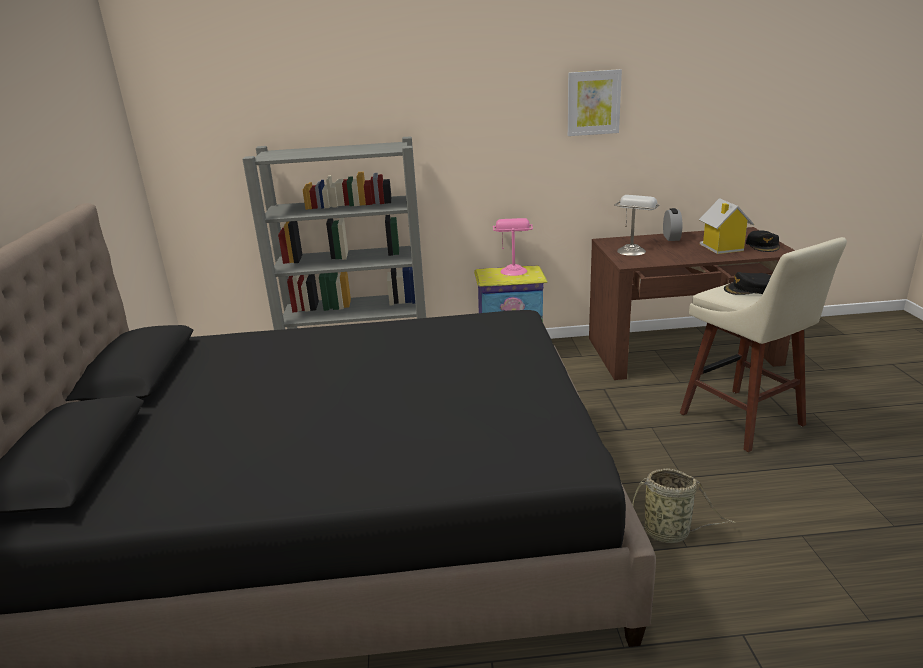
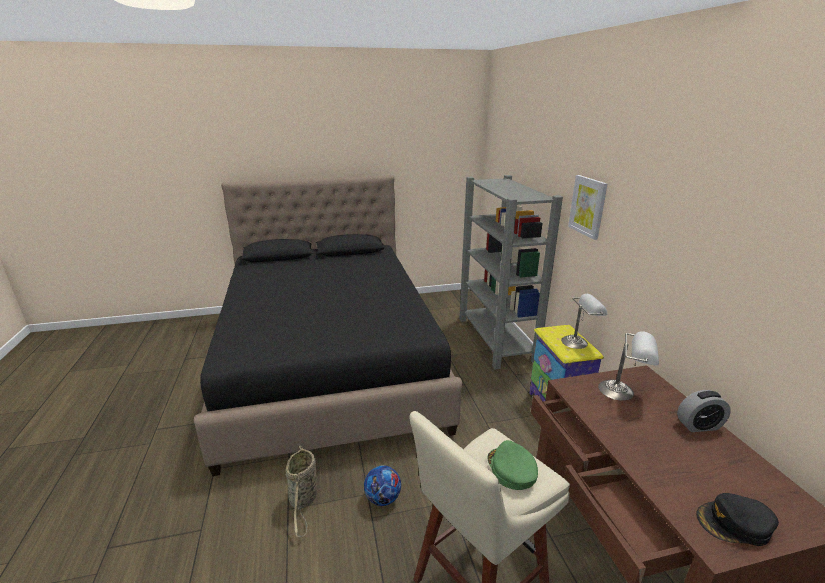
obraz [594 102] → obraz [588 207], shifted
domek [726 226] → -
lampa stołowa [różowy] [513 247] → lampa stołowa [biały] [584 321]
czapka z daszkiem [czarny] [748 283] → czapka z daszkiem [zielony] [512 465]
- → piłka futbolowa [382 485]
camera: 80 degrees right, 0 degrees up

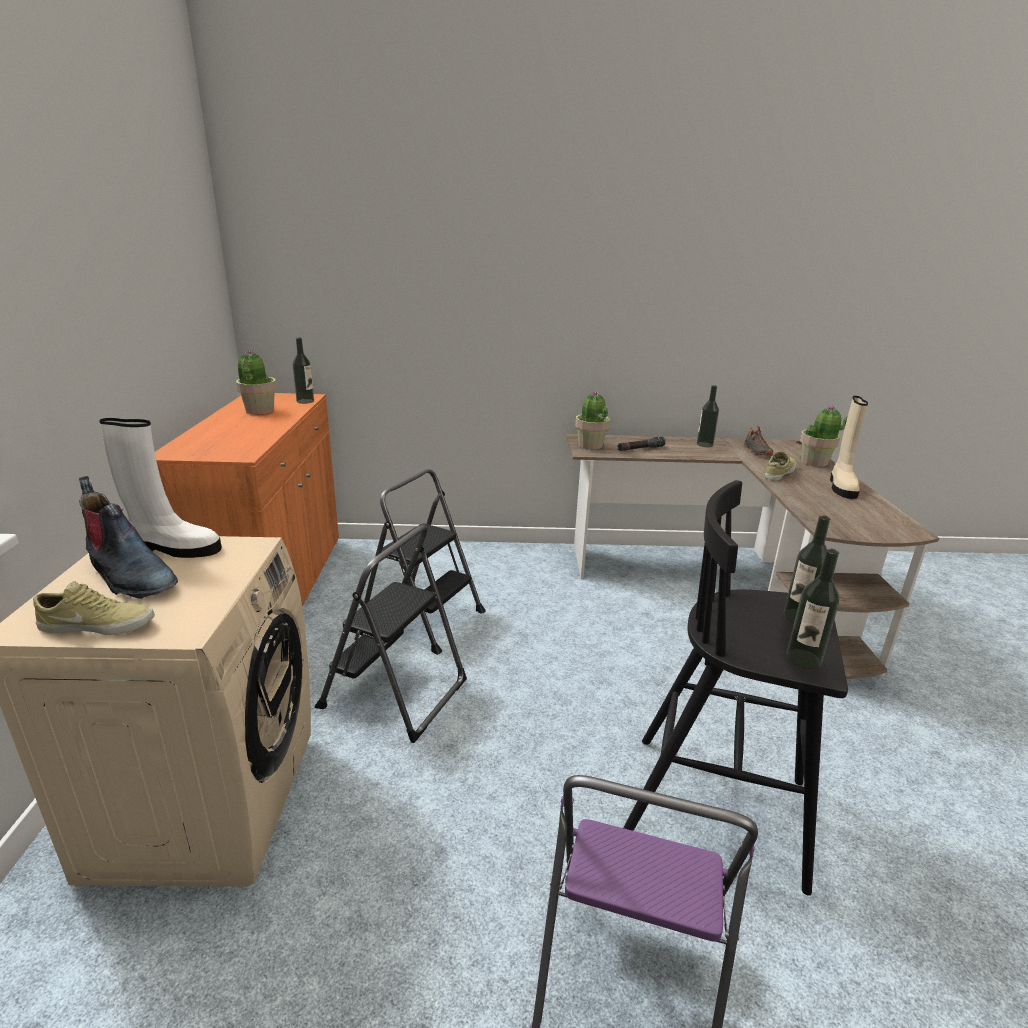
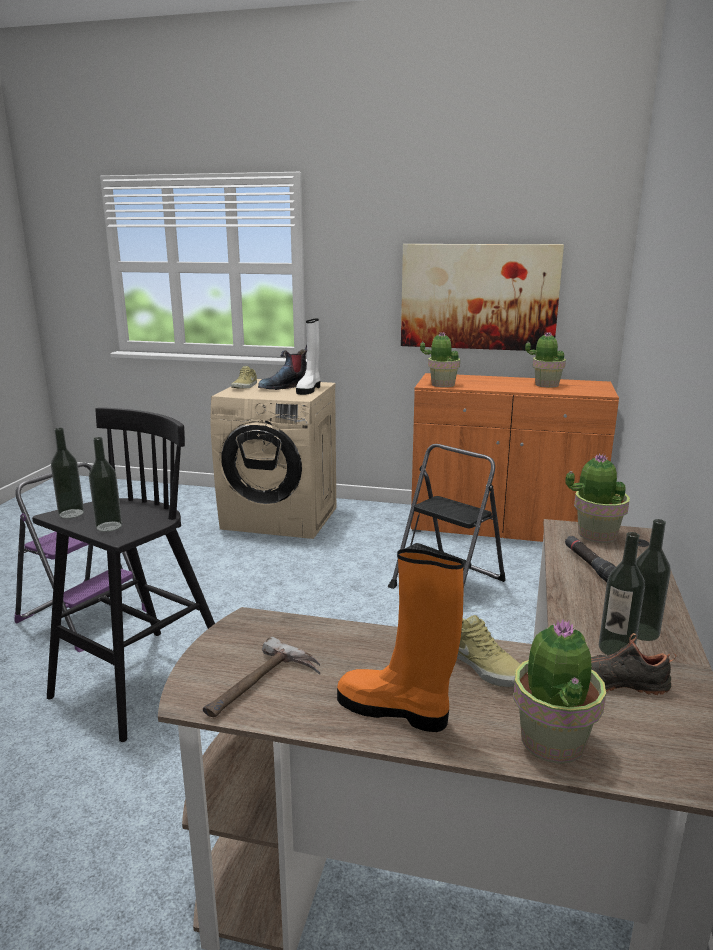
butelka [303 371] → butelka [622 593], shifted
but z cholewką [beżowy] [849 447] → but z cholewką [pomarańczowy] [400 640]
drabinka [czarny] [391 634] → -
- → obraz [482 297]
- → roślina doniczkowa [440 359]
- → młotek [261 677]
camera: 105 degrees right, 5 degrees down

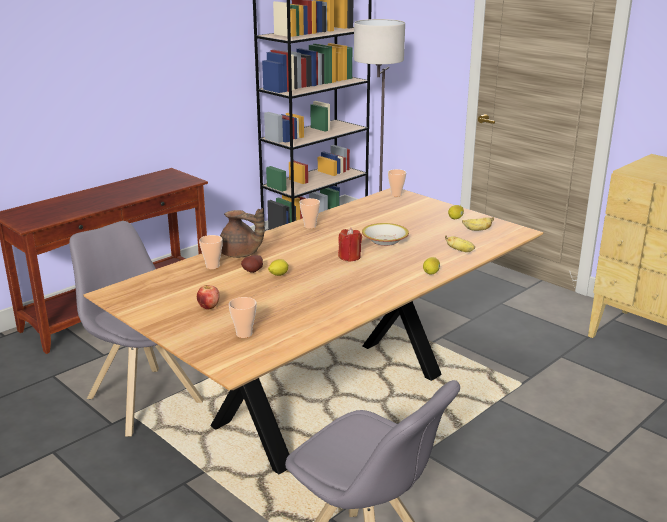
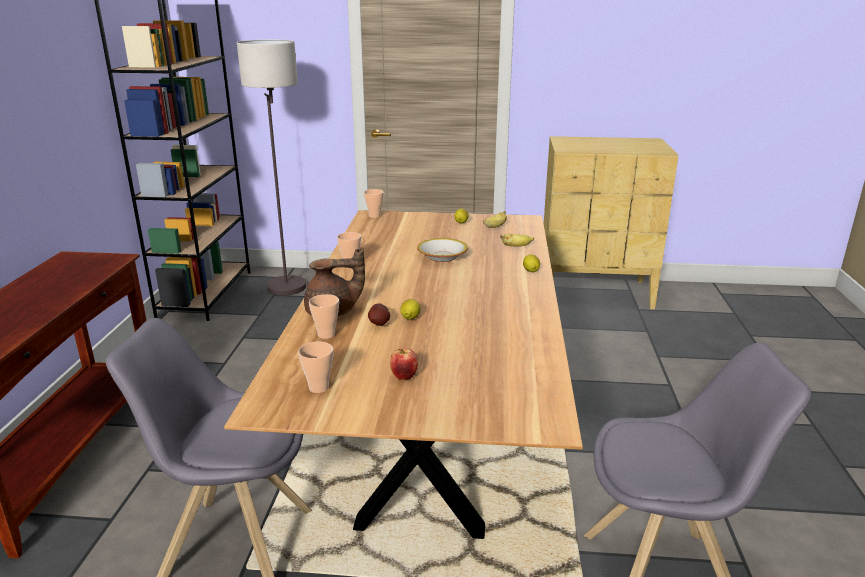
świeca [czerwony] [350 245] → -
filiżanka [242 317] → filiżanka [315 367], shifted
camera: 40 degrees left, 0 degrees up

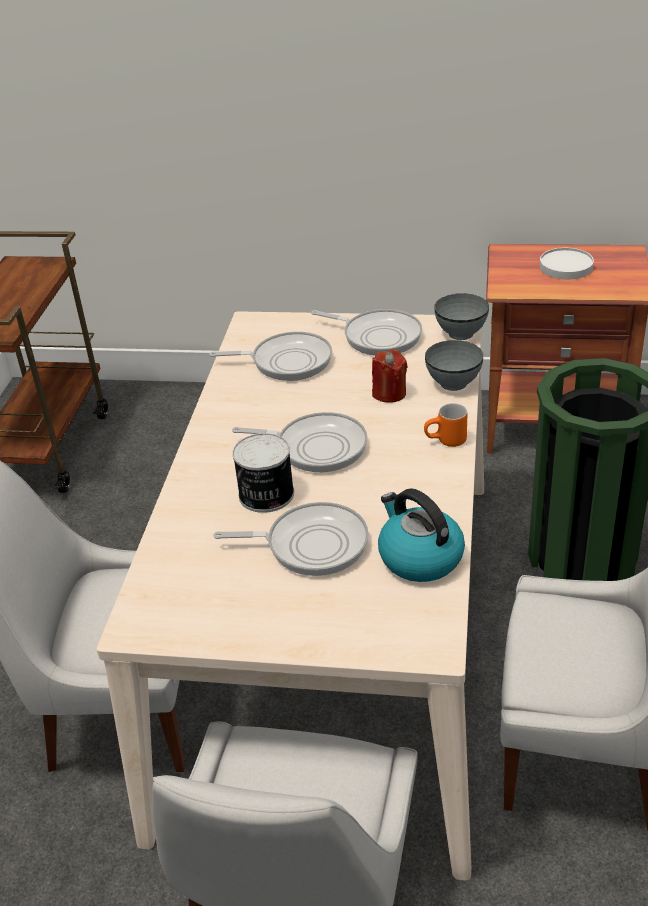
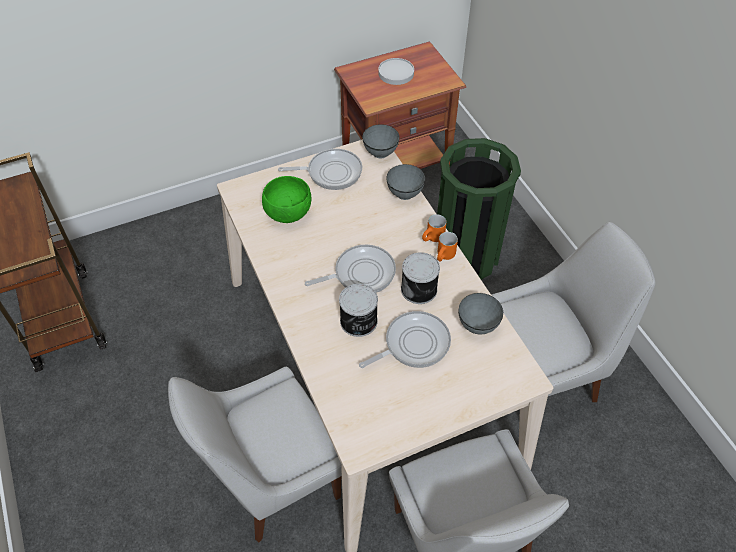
patelnia [270 356] → miska [zielony] [286 199]
świeca [czerwony] [390 376] → -
czajnik [421 535] → miska [szary] [480 314]
- → kubek [pomarańczowy] [447 246]
- → puszka [420 278]
camera: 35 degrees left, 15 degrees up

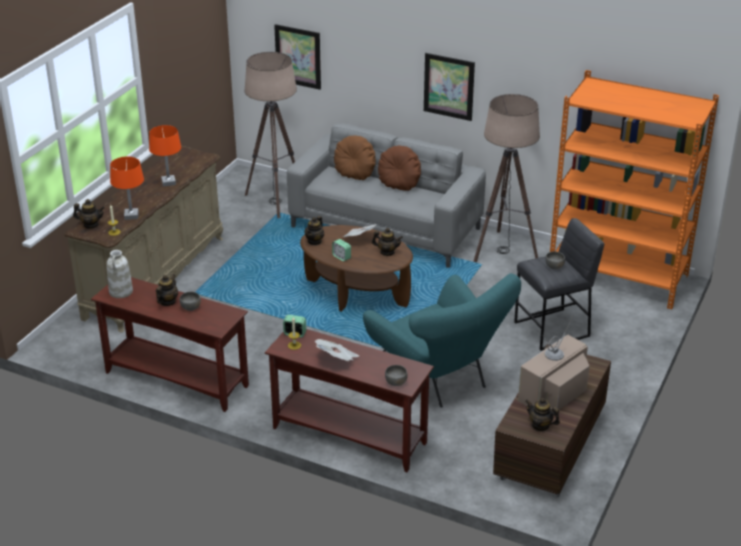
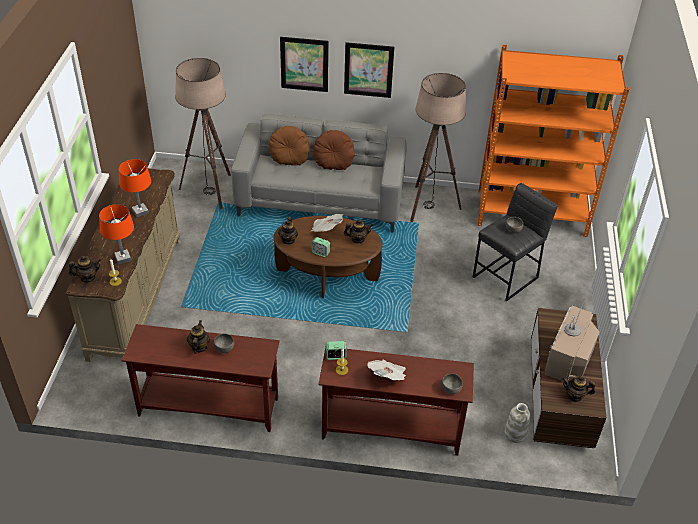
obraz [297 57] → obraz [304 64], shifted
wazon [biały] [120 274] → wazon [biały] [517 423], shifted
fotel [turkusowy] [442 340] → -
camera: 20 degrees left, 10 degrees up

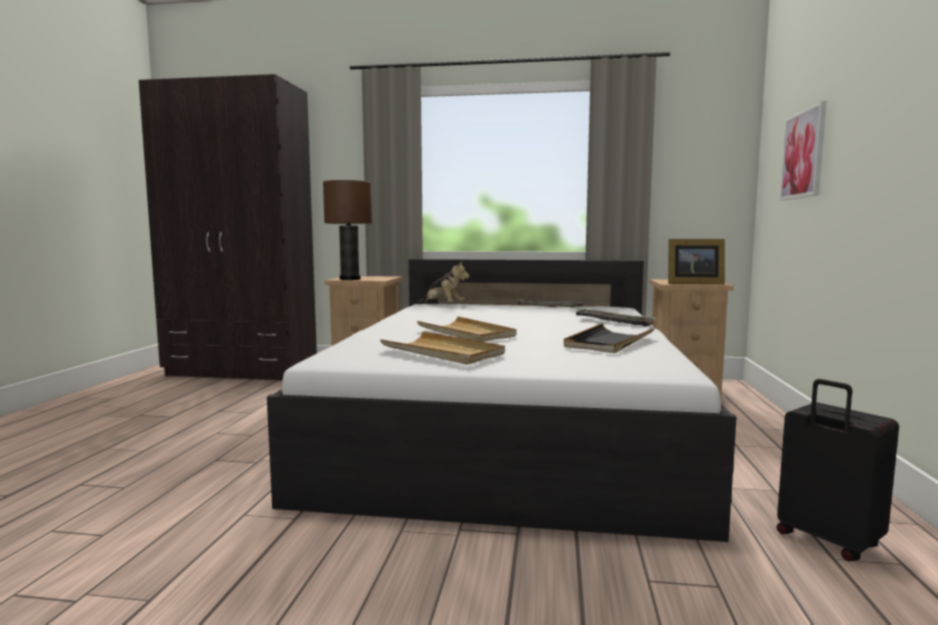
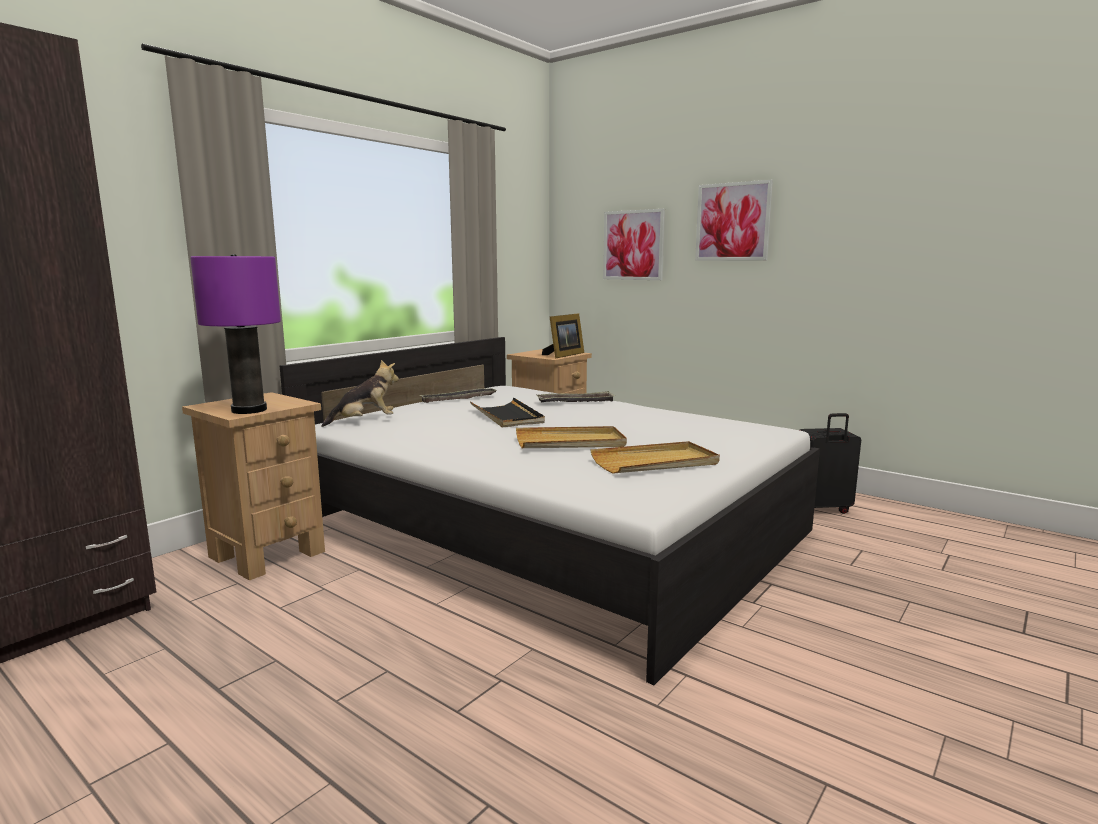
lampa stołowa [brązowy] [347 230] → lampa stołowa [fioletowy] [235 334]
taca [czarny] [609 338] → taca [czarny] [507 412], shifted
- → obraz [734 220]
camera: 60 degrees left, 5 degrees up

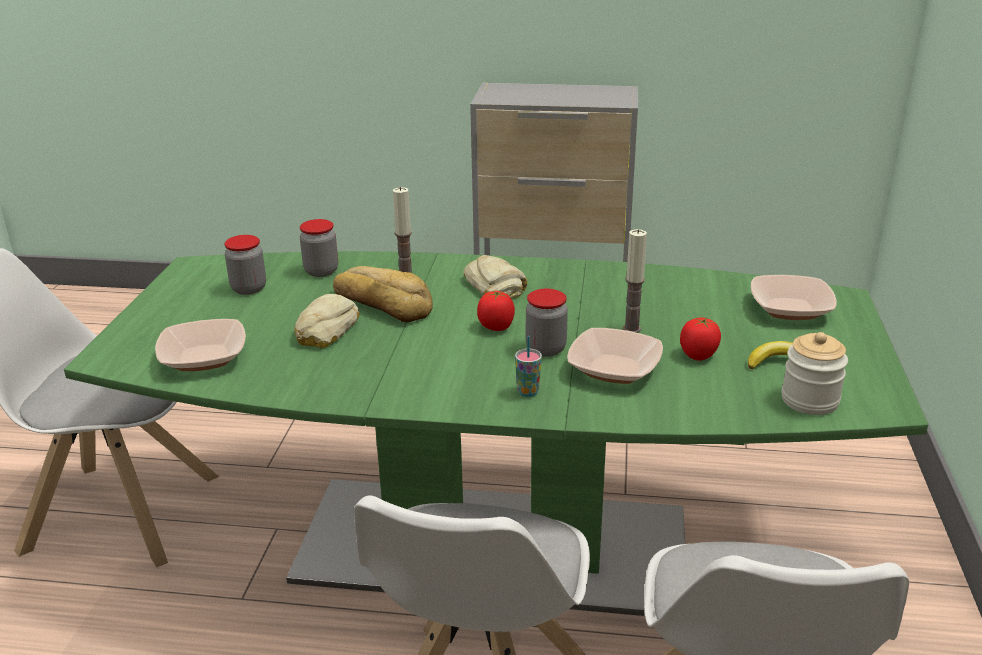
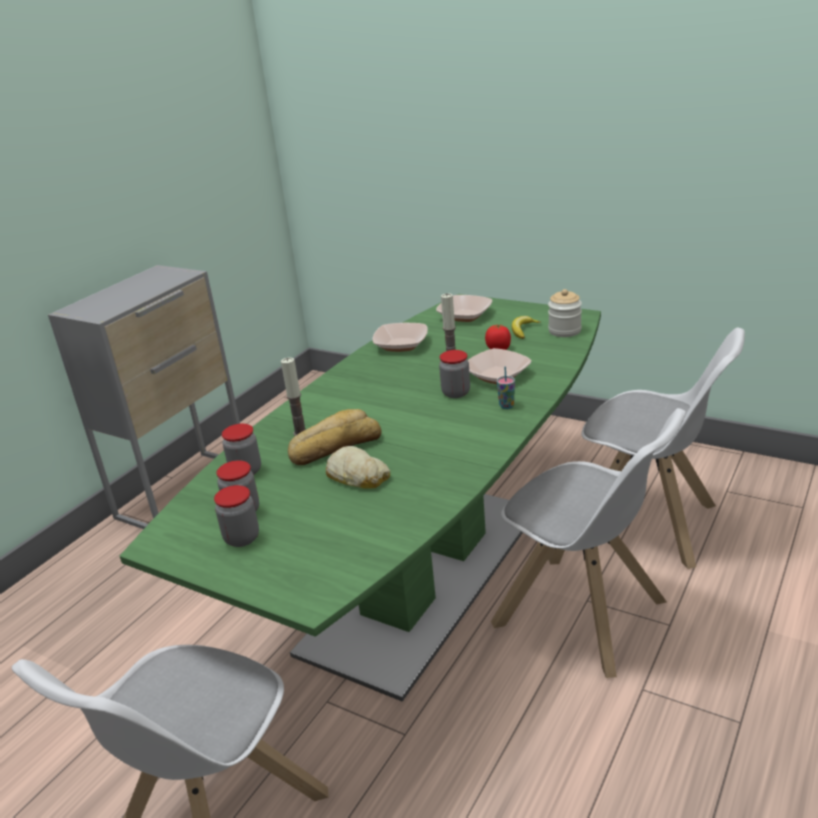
chleb [495 277] → -
pomidor [496 311] → -
miska [200 345] → miska [400 337], shifted
- → słoik [236 516]
camera: 65 degrees left, 0 degrees up

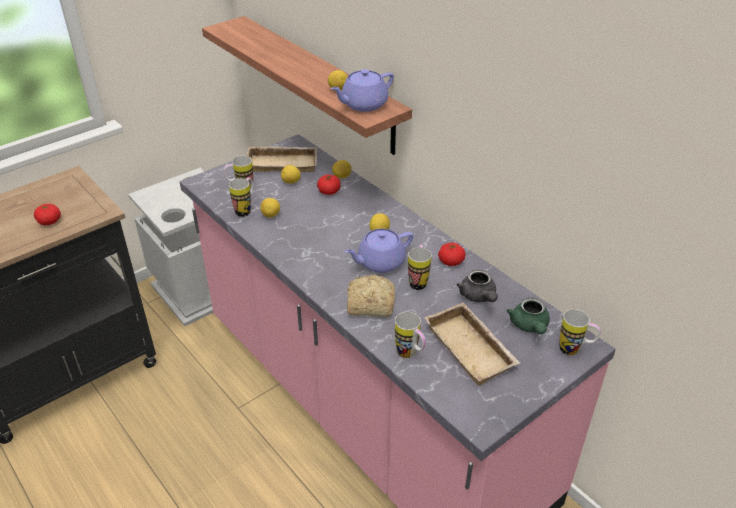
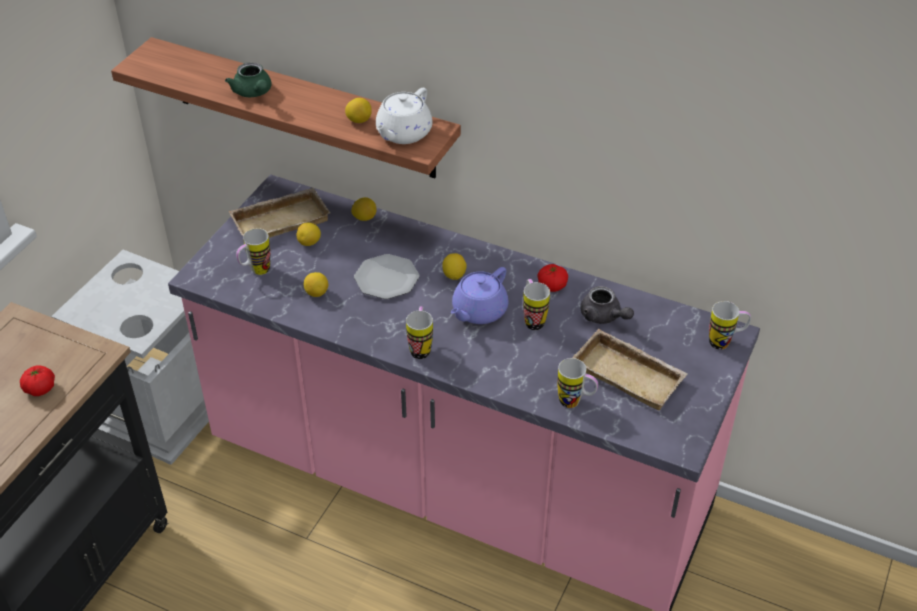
imbryk [fioletowy] [362 90] → imbryk [biały] [404 116]
pomidor [328 184] → -
kubek [241 197] → kubek [419 332], shifted
chleb [371 295] → -
imbryk [zielony] [528 315] → imbryk [zielony] [248 79], shifted
- → talerz [386 276]
camera: 25 degrees left, 5 degrees up

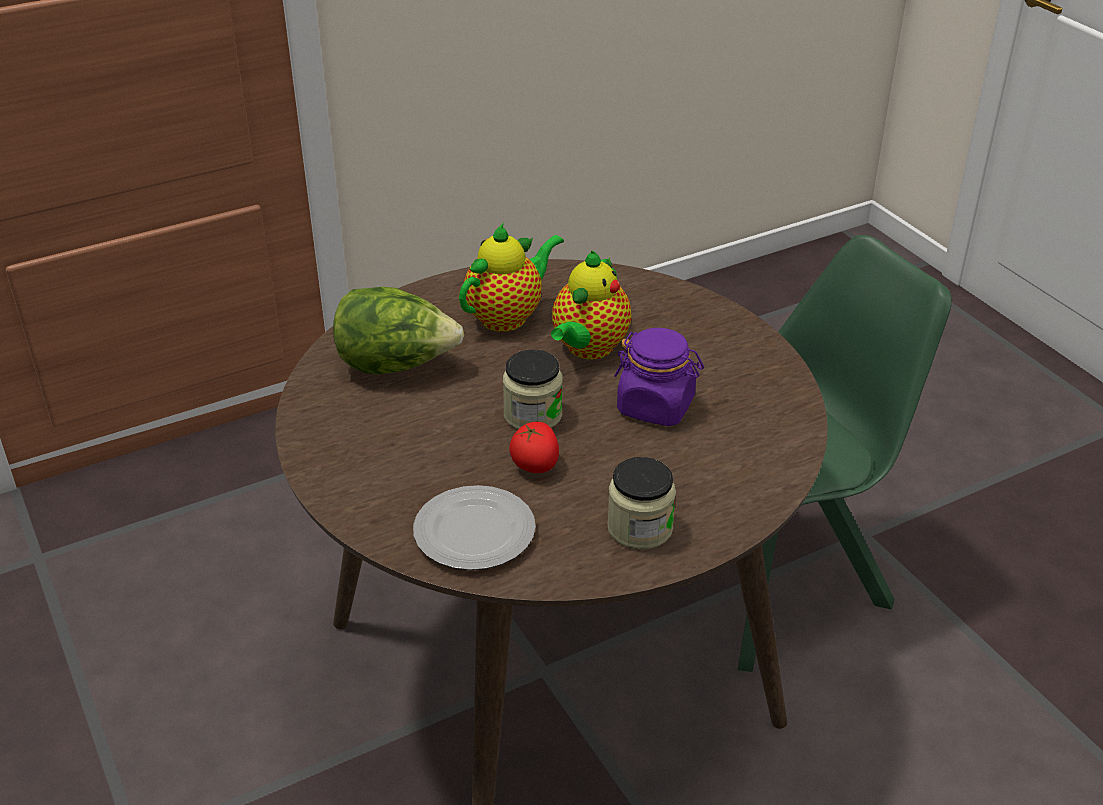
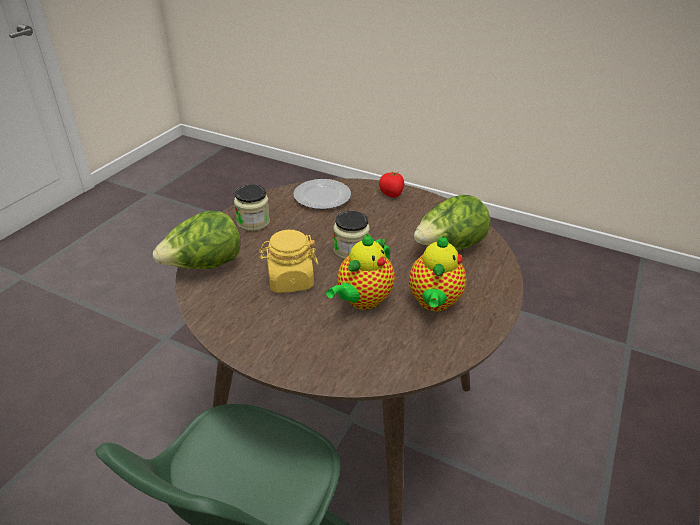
imbryk [591 304] → imbryk [360 272], 135 degrees counterclockwise
słoik [fioletowy] [659 377] → słoik [żółty] [288 261]
pomidor [534 447] → pomidor [391 184], shifted
- → sałata [196 240]
camera: 145 degrees right, 0 degrees up

